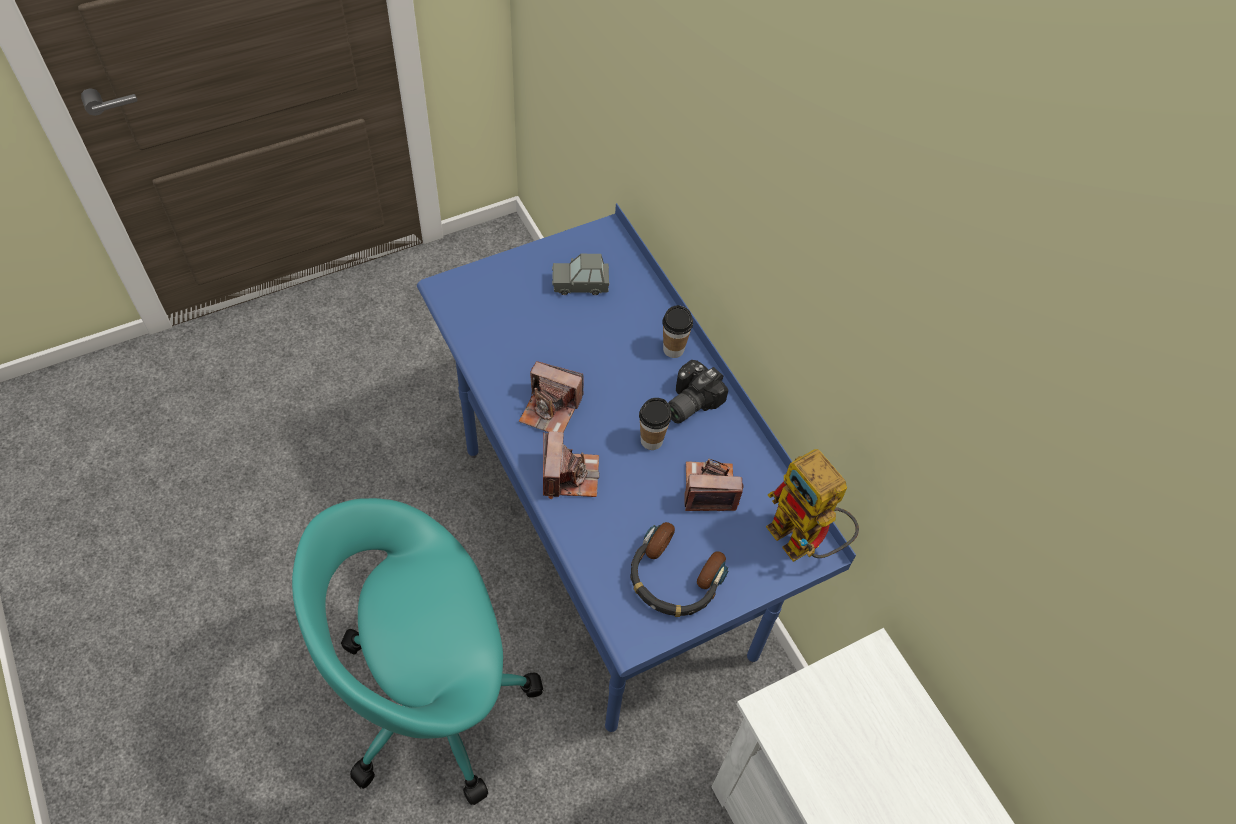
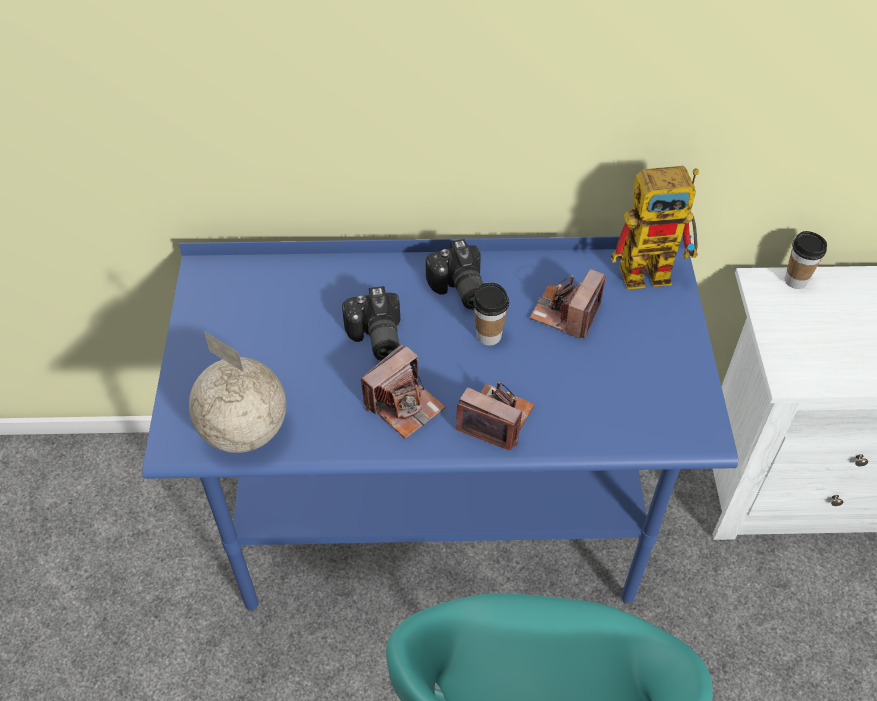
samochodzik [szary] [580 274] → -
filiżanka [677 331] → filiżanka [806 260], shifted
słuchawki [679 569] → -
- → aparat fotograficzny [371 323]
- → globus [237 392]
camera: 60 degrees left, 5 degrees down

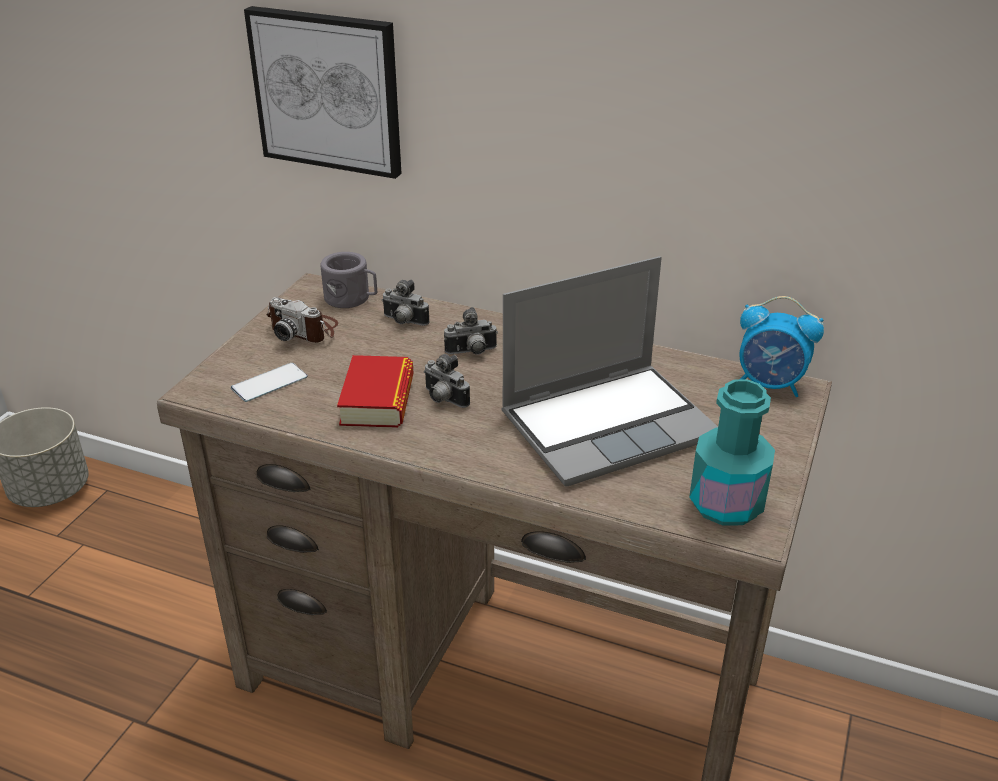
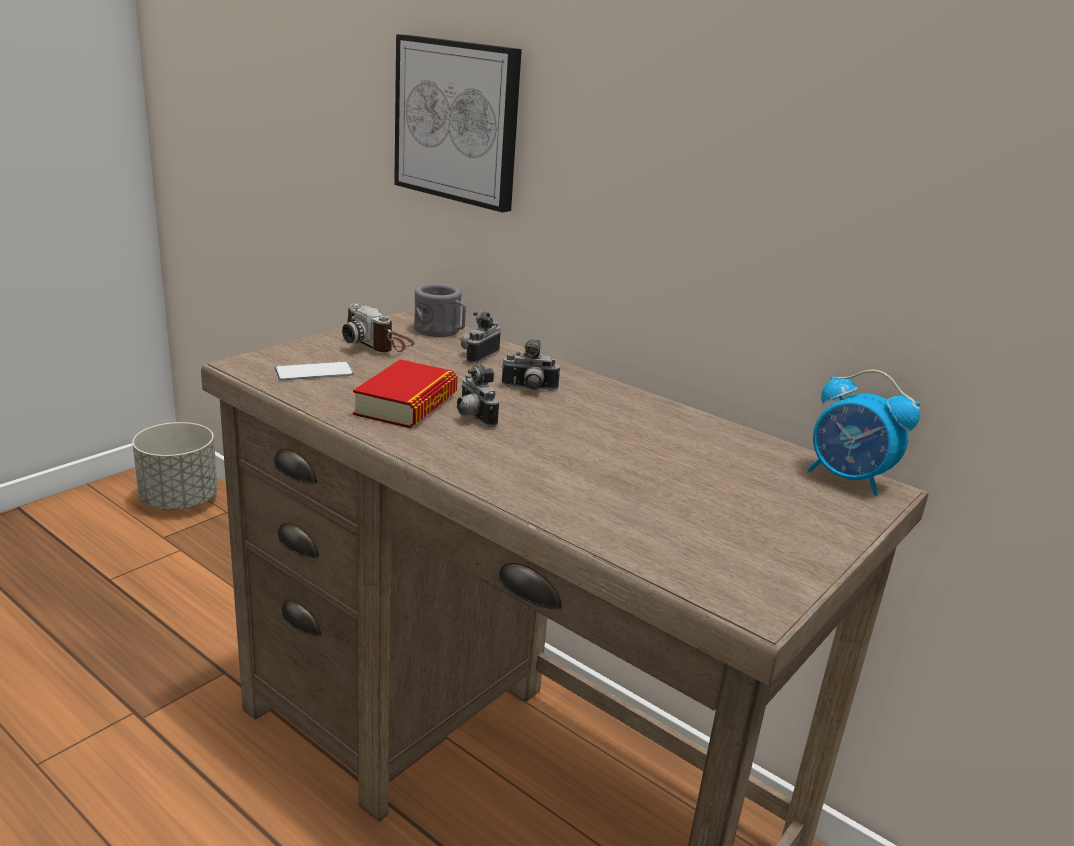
laptop [609 371] → -
aparat fotograficzny [405 303] → aparat fotograficzny [481 338], 75 degrees clockwise
butelka [turkusowy] [732 452] → -
camera: 15 degrees right, 10 degrees down

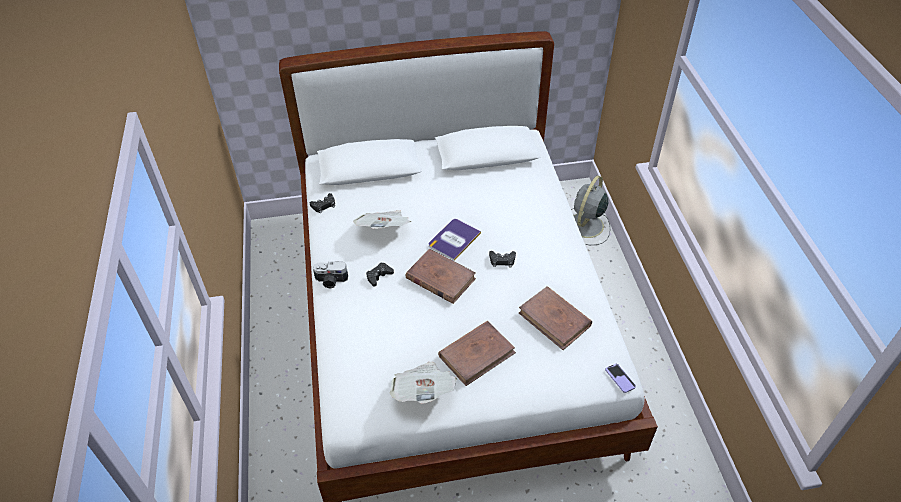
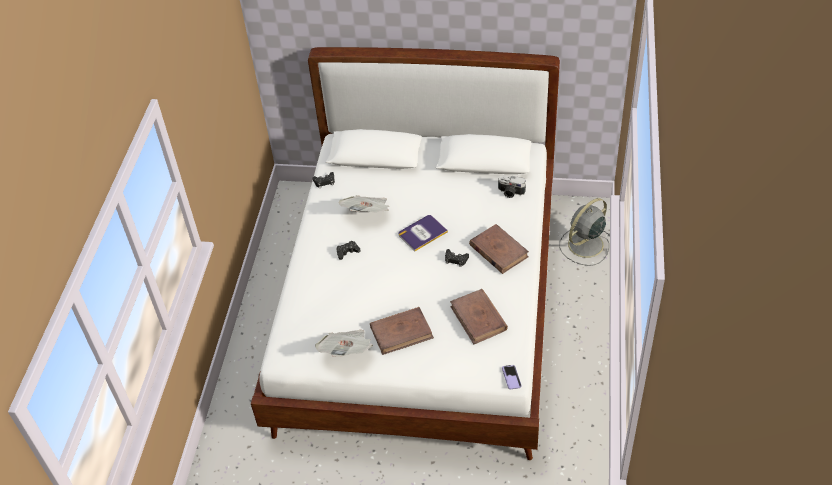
książka [brązowy] [441 276] → książka [brązowy] [499 249], shifted
aparat fotograficzny [330 274] → aparat fotograficzny [512 186], shifted
camera: 20 degrees right, 0 degrees up

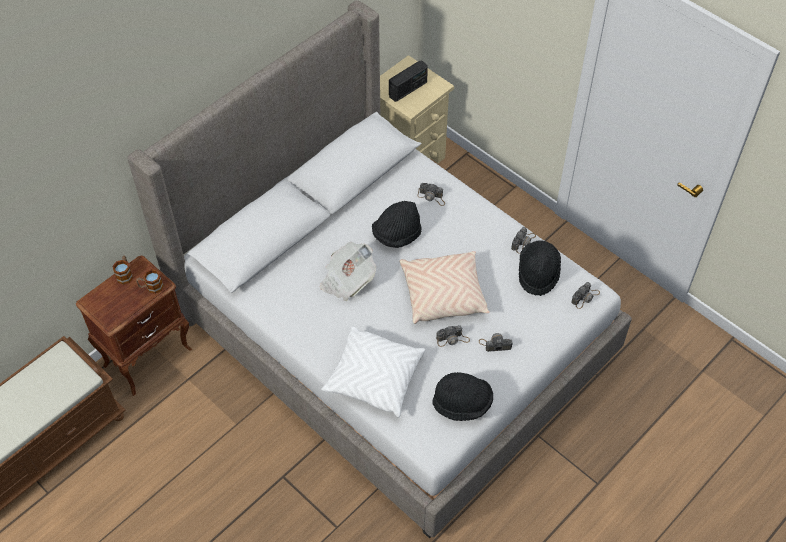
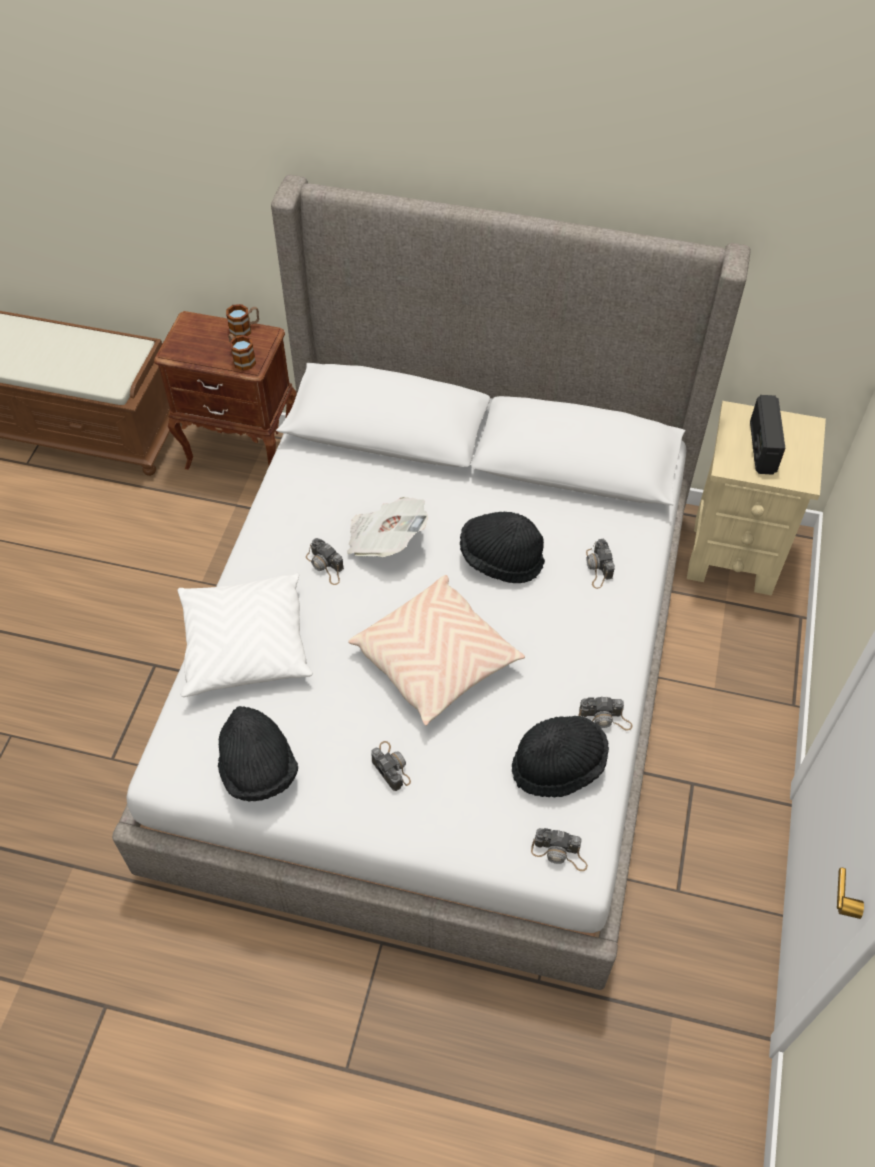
radio [408 81] → radio [767 435], 75 degrees clockwise
aparat fotograficzny [453 336] → aparat fotograficzny [325 561], shifted
camera: 60 degrees right, 0 degrees up

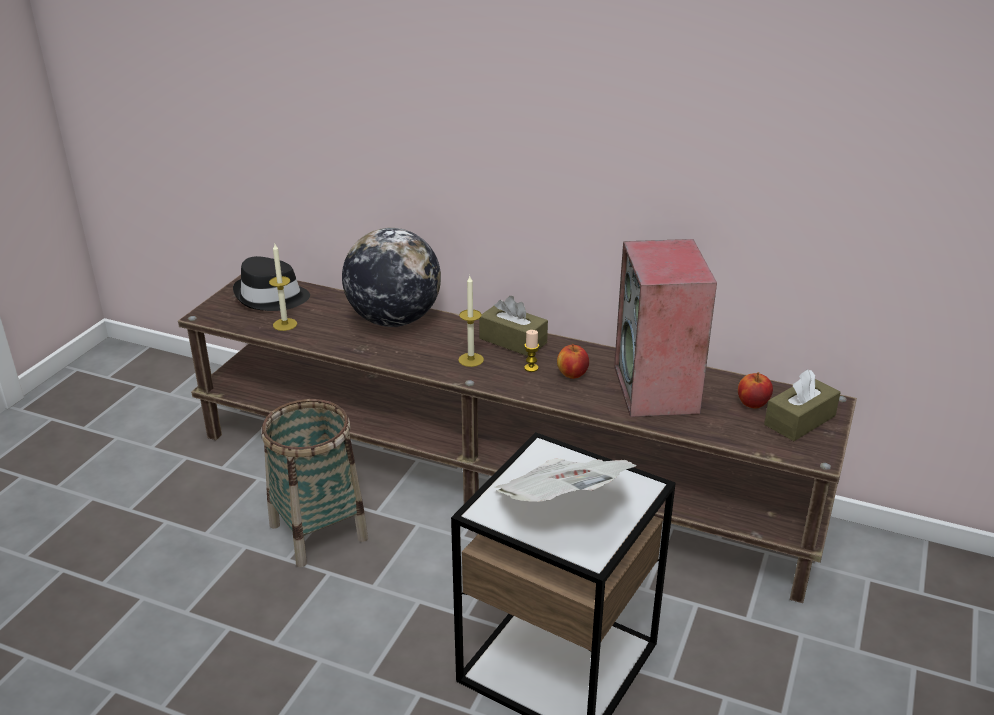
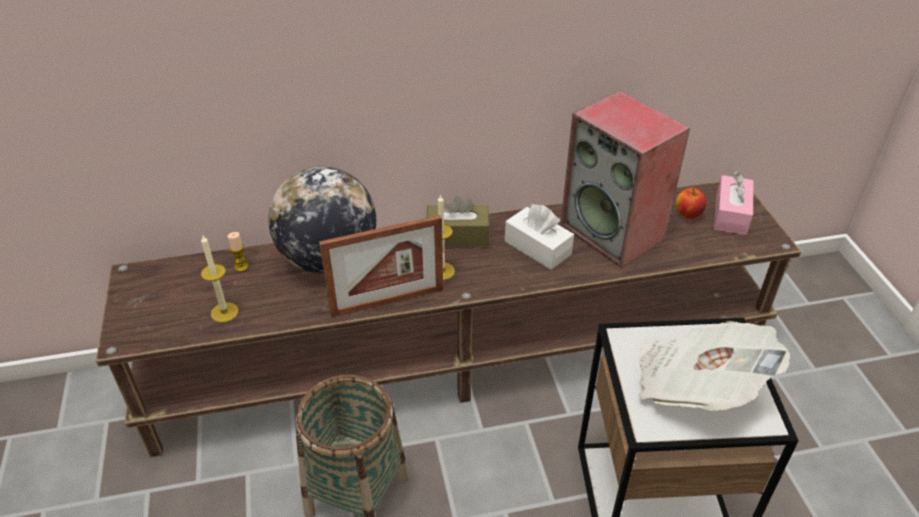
kapelusz [czarny] [271 283] → -
świeca [531 351] → świeca [238 252], shifted
jabłko [573 361] → pudełko chusteczek [biały] [539 237]
pudełko chusteczek [brązowy] [802 405] → pudełko chusteczek [różowy] [734 203]
- → ramka na zdjęcie [381 266]
camera: 35 degrees left, 10 degrees up

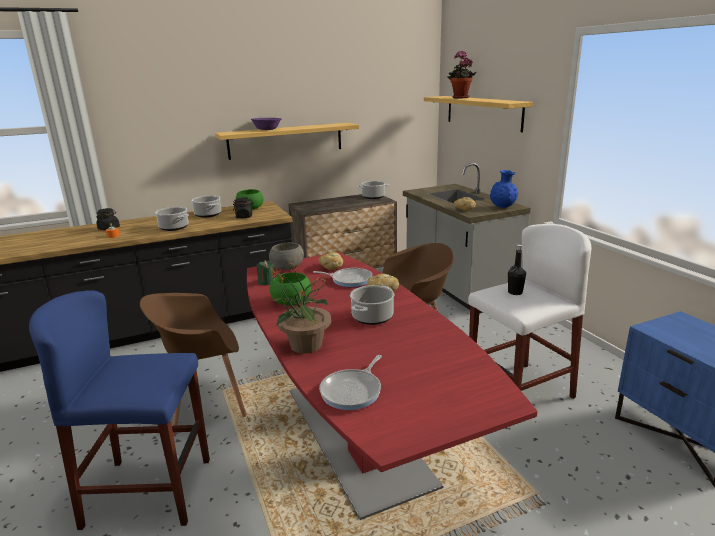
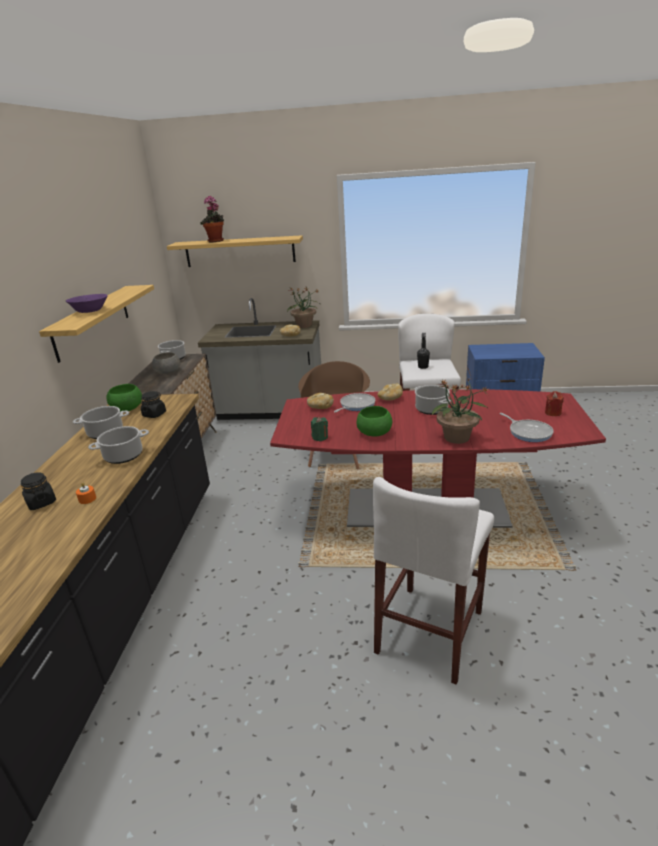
wazon [niebieski] [504 189] → roślina doniczkowa [303 307]
miska [szary] [286 256] → miska [szary] [166 363], shifted
stołek [niebieski] [119 410] → stołek [biały] [433 581]
krzesło [brązowy] [193 364] → -
- → świeca [czerwony] [554 403]
camera: 60 degrees left, 5 degrees up

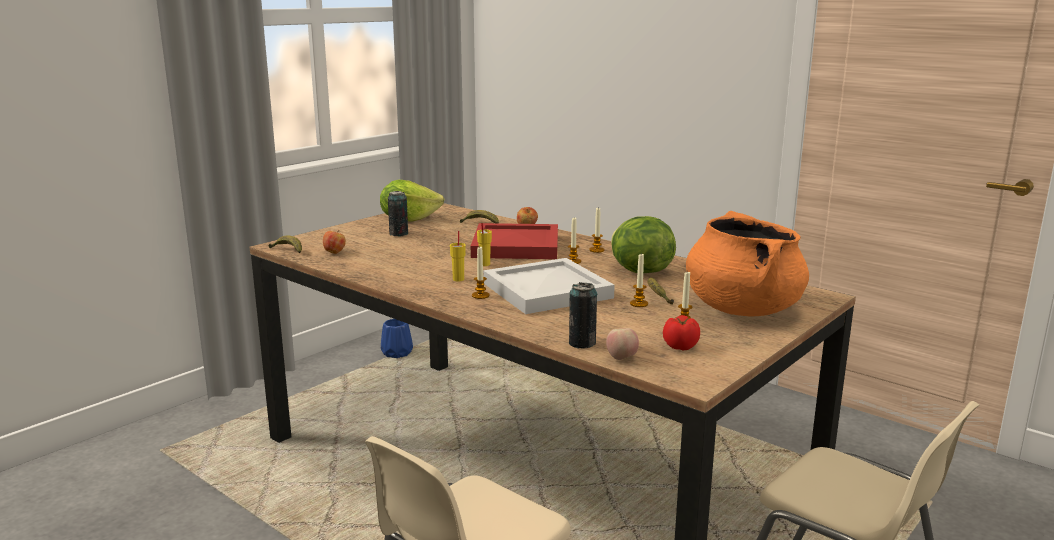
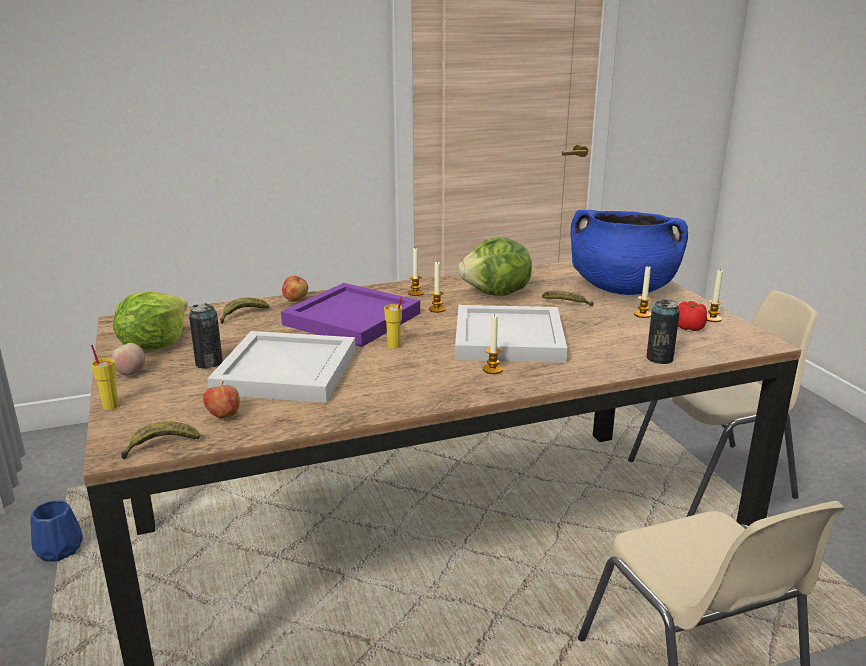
garnek [pomarańczowy] [747 263] → garnek [niebieski] [629 252]
taca [czerwony] [514 241] → taca [fioletowy] [350 315]
filiżanka [żółty] [458 256] → filiżanka [żółty] [105 377], shifted
świeca [639 280] → świeca [715 295], shifted
jabłko [622 344] → jabłko [128 359], shifted
- → taca [biały] [281 367]
camera: 60 degrees left, 5 degrees up

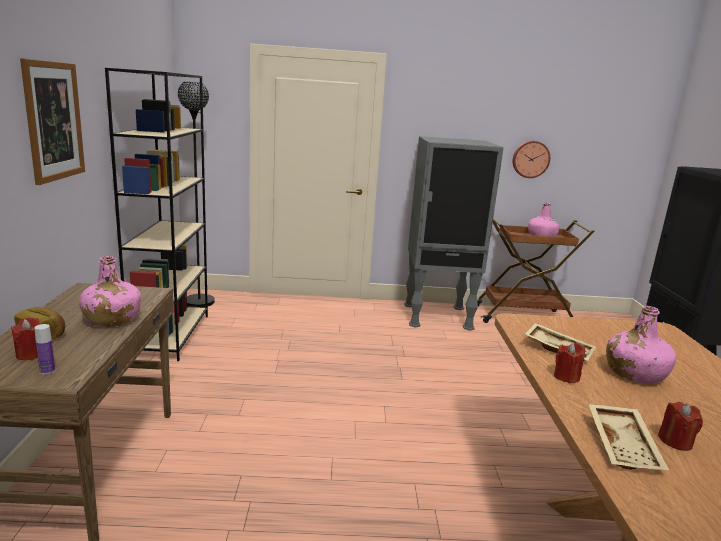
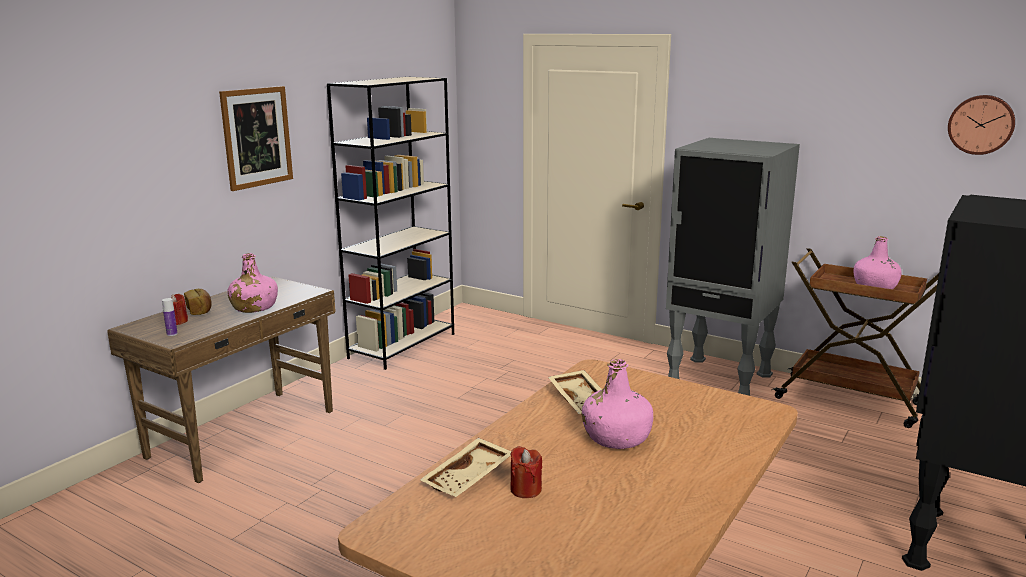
lampa stojąca [czarny] [196 194] → -
zegar ścienny [531 159] → zegar ścienny [981 125], shifted
świeca [czerwony] [569 363] → -
camera: 35 degrees right, 0 degrees up

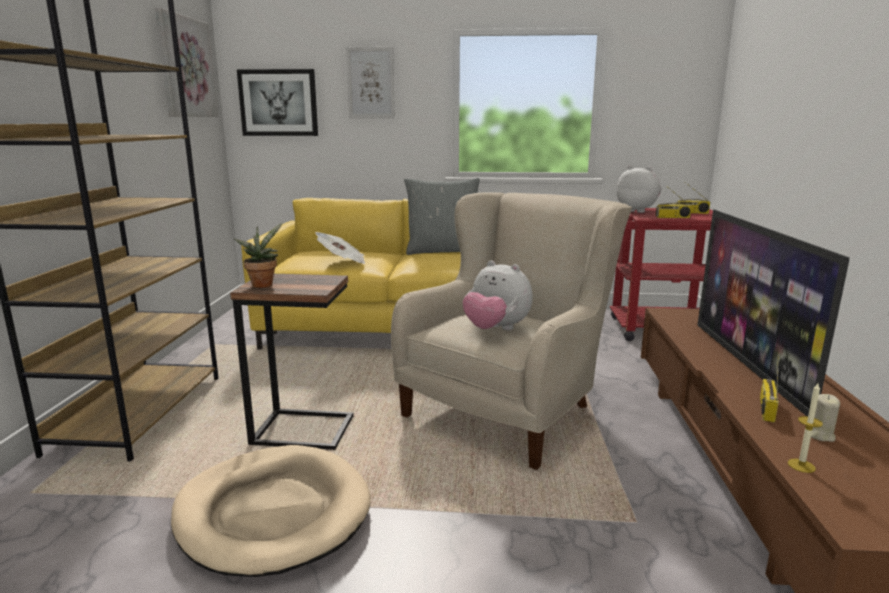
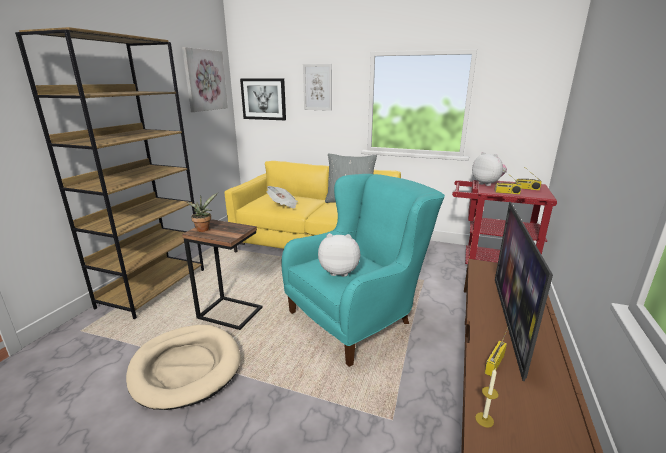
fotel [beżowy] [511 331] → fotel [turkusowy] [363 270]
pluszak [498 295] → pluszak [339 255], 135 degrees clockwise
świeca [beżowy] [825 418] → -
camera: 15 degrees right, 5 degrees up

